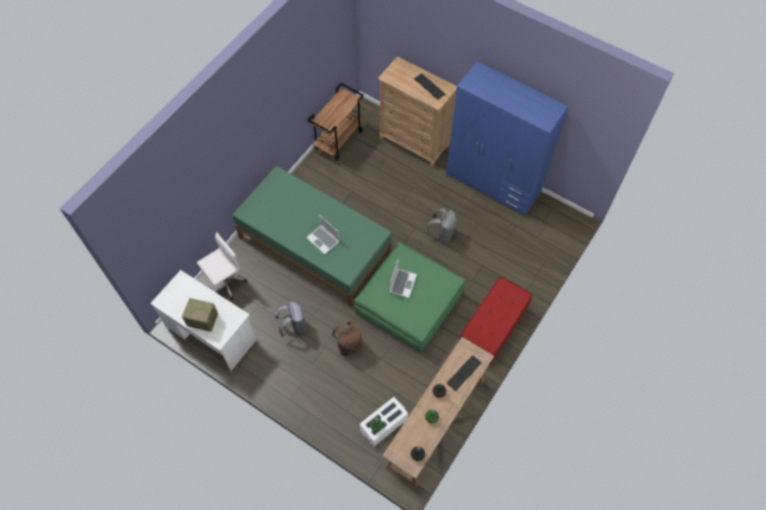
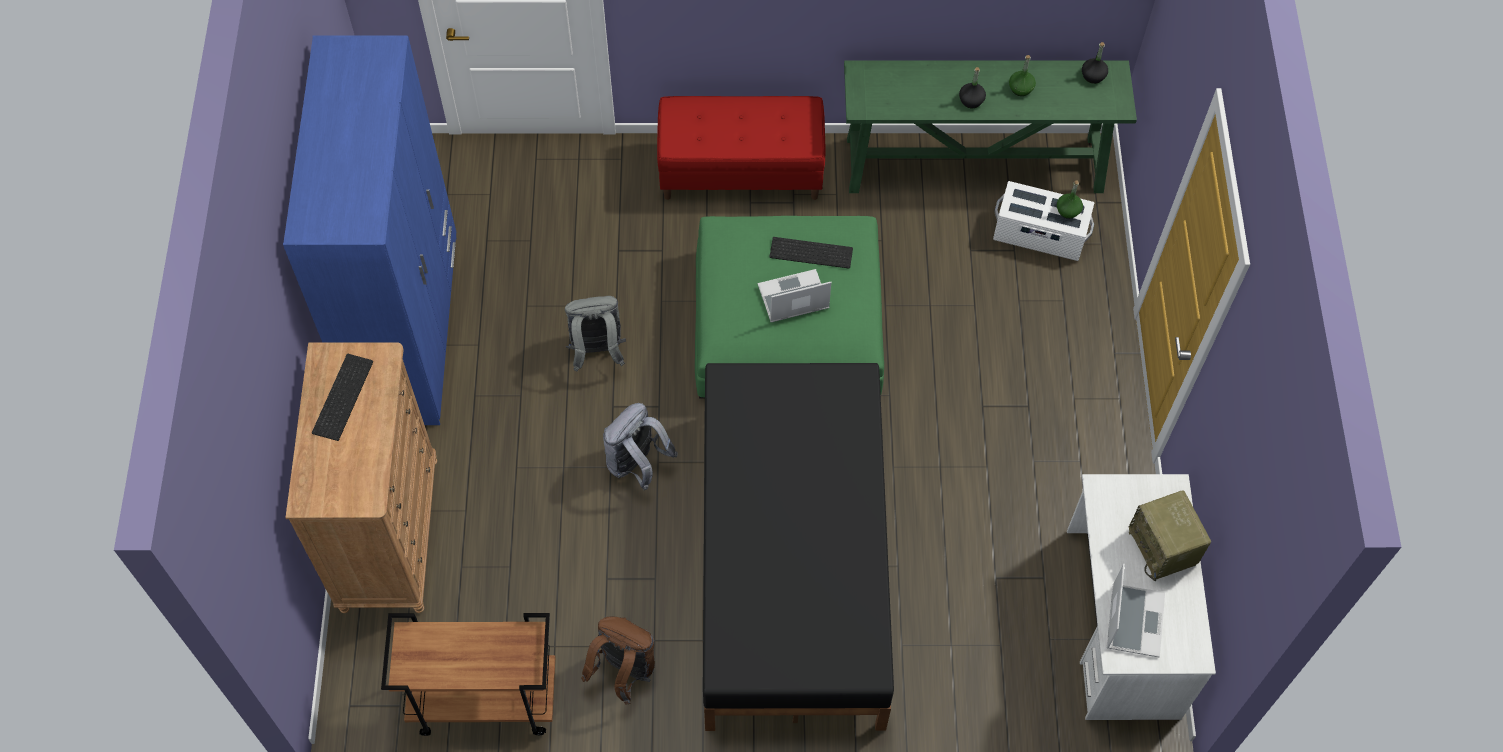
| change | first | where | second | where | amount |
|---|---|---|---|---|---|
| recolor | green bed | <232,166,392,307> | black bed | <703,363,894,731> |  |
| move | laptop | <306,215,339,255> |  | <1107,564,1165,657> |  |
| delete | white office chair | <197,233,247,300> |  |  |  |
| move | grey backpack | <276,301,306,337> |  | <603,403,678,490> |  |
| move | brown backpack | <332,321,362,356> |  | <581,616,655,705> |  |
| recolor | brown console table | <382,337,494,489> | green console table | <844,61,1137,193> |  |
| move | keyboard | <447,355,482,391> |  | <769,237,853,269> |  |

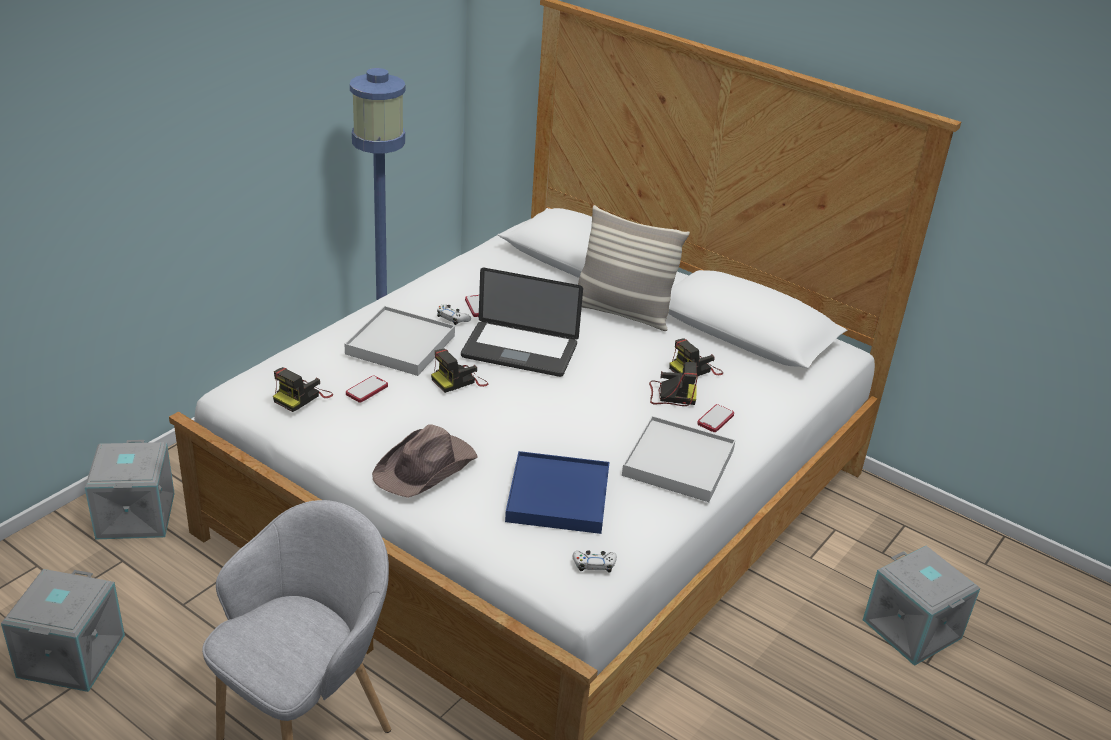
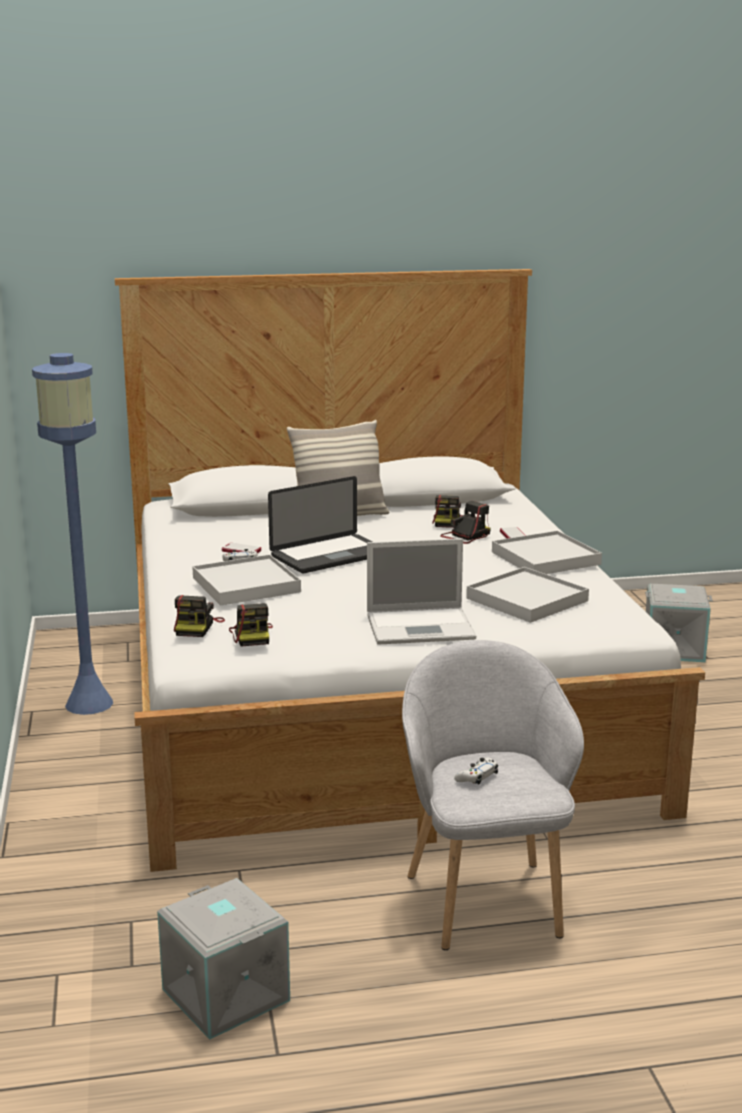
| change | first | where | second | where | amount |
|---|---|---|---|---|---|
| move | photo camera | <431,349,488,393> |  | <174,595,225,637> |  |
| delete | phone | <346,375,388,403> |  |  |  |
| replace | brown hat | <372,424,478,498> | laptop | <367,538,476,645> |  |
| delete | grey storage box | <85,440,175,539> |  |  |  |
| recolor | blue tray | <505,451,609,534> | white tray | <466,567,589,623> |  |
| move | white game controller | <573,550,617,573> |  | <454,757,498,785> |  |

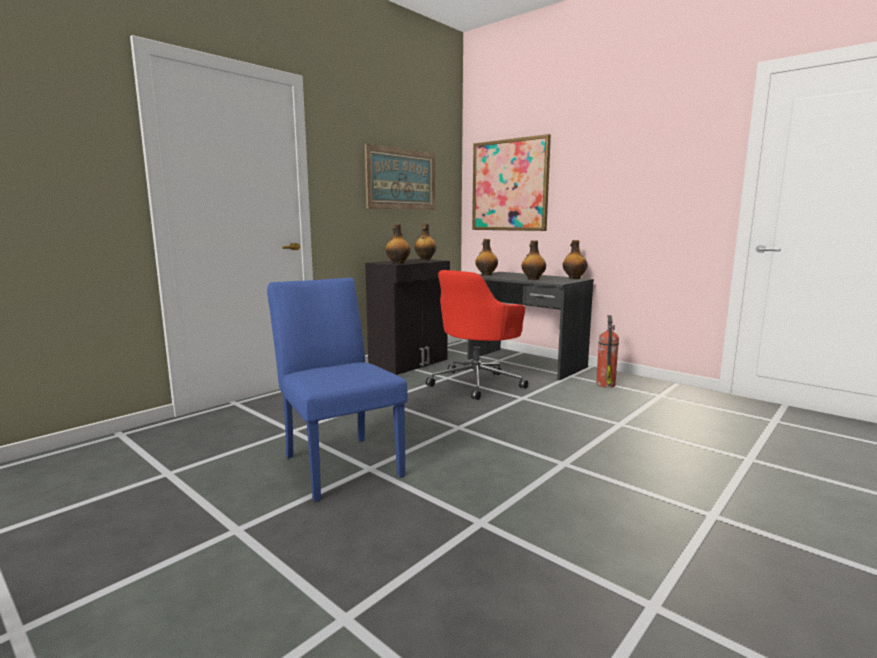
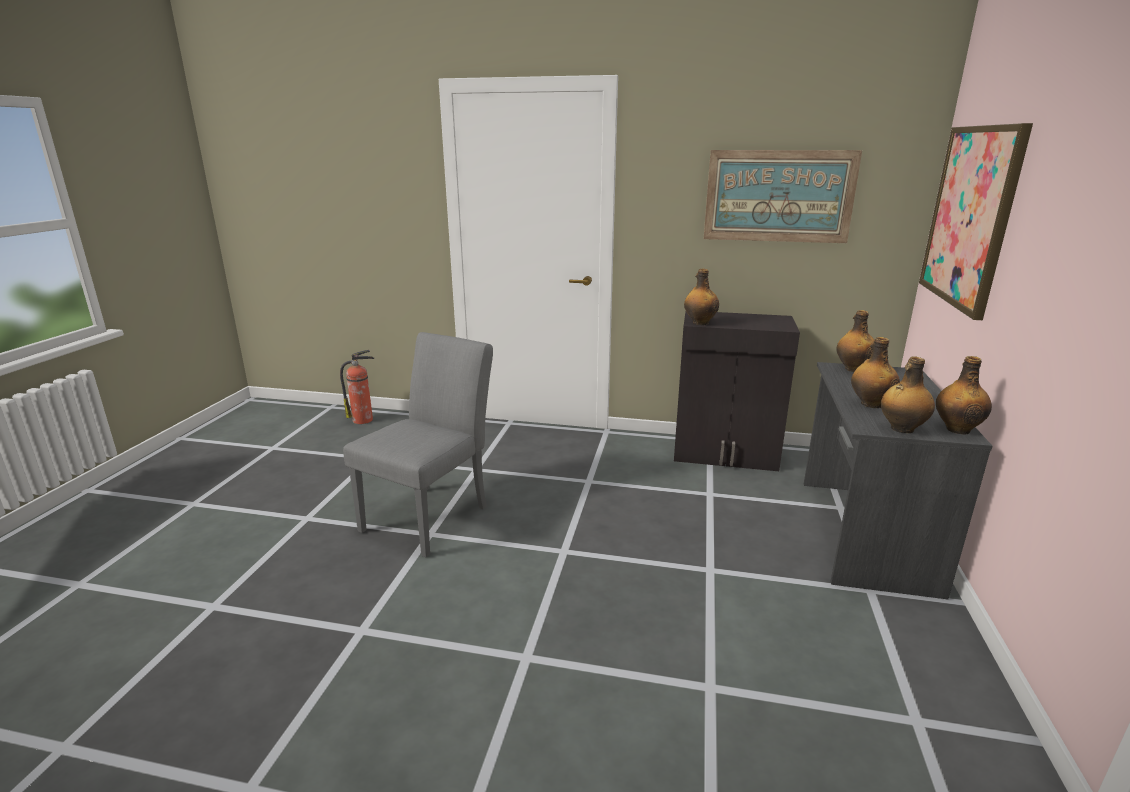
| change | first | where | second | where | amount |
|---|---|---|---|---|---|
| move | bottle | <414,223,437,260> |  | <881,357,935,433> |  |
| delete | red office chair | <426,270,528,400> |  |  |  |
| recolor | blue chair | <267,278,408,502> | grey chair | <343,332,493,557> |  |
| move | fire extinguisher | <596,315,619,388> |  | <340,350,374,424> |  |

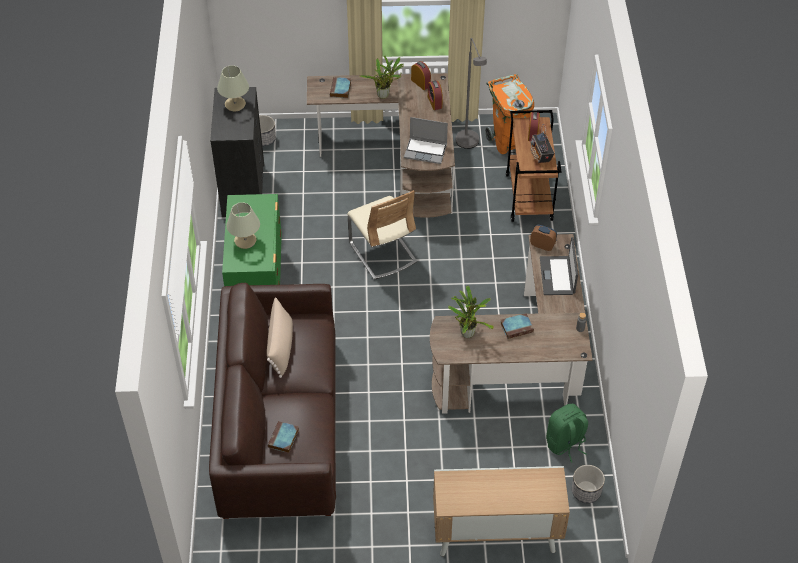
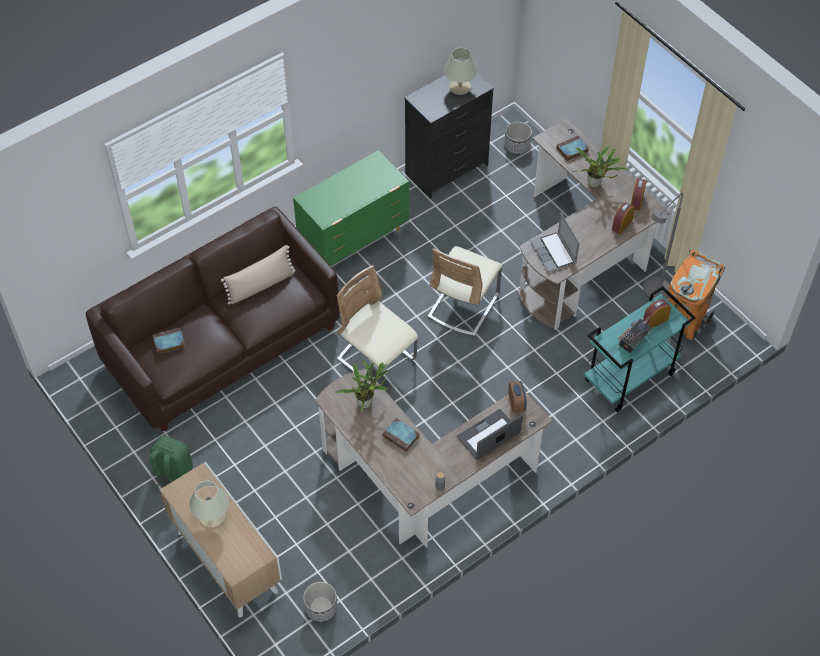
| change | first | where | second | where | amount |
|---|---|---|---|---|---|
| recolor | brown cart | <506,110,562,222> | turquoise cart | <584,286,696,412> |  |
| move | beige table lamp | <227,202,260,249> |  | <189,481,229,527> |  |
| move | green backpack | <546,404,588,463> |  | <149,436,193,489> |  |
| insert |  |  | beige chair | <337,265,418,386> |  |

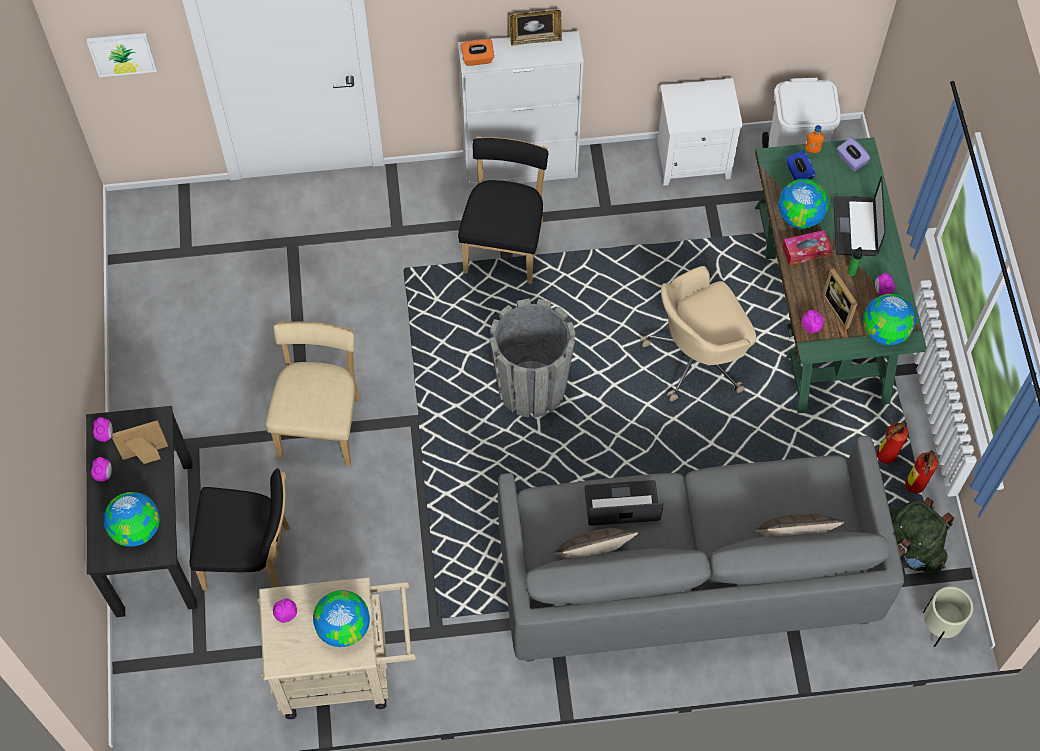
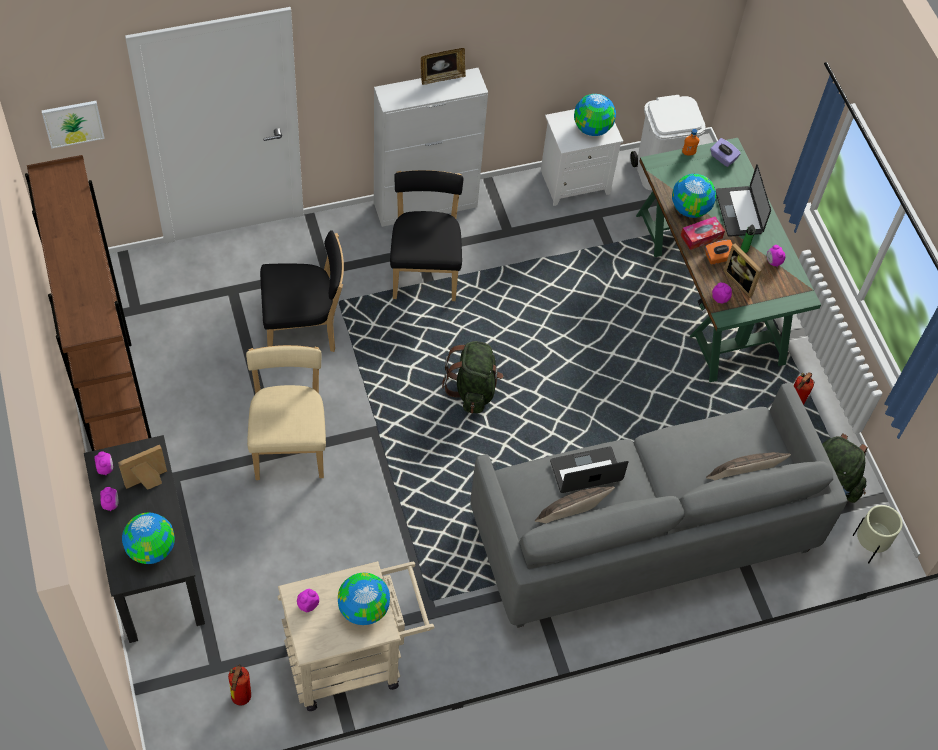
| change | first | where | second | where | amount |
|---|---|---|---|---|---|
| move | orange tissue box | <461,39,494,66> |  | <705,240,733,265> |  |
| delete | blue tissue box | <786,150,816,180> |  |  |  |
| delete | beige office chair | <640,266,757,401> |  |  |  |
| move | globe | <863,294,916,345> |  | <574,94,616,136> |  |
| replace | grey planter | <489,298,575,418> | green backpack | <442,341,503,413> |  |
| move | fire extinguisher | <905,450,941,494> |  | <228,664,251,705> |  |
| move | black chair | <190,468,290,590> |  | <260,230,344,352> |  |
| insert |  |  | brown bookcase | <25,155,152,451> |  |

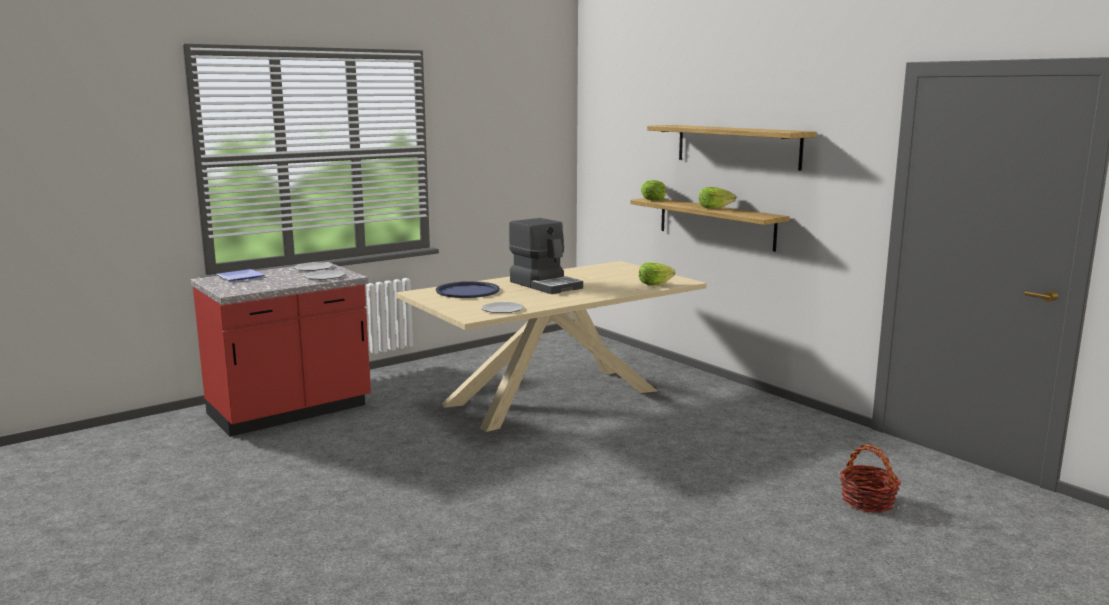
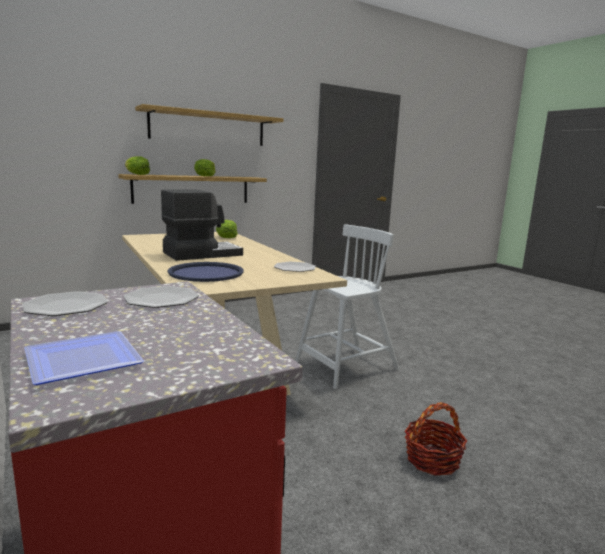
| change | first | where | second | where | amount |
|---|---|---|---|---|---|
| move | basket | <840,444,901,513> |  | <405,402,467,475> |  |
| insert |  |  | white chair | <296,224,399,389> |  |

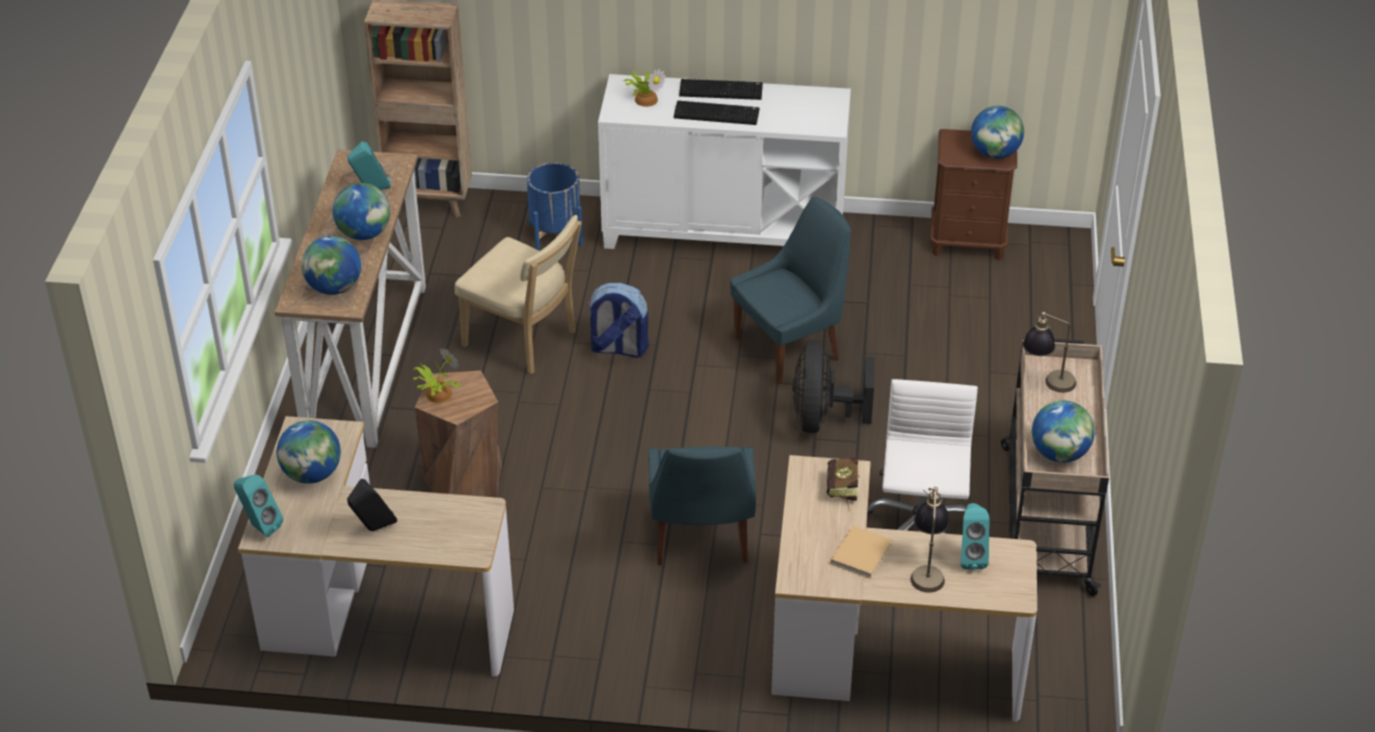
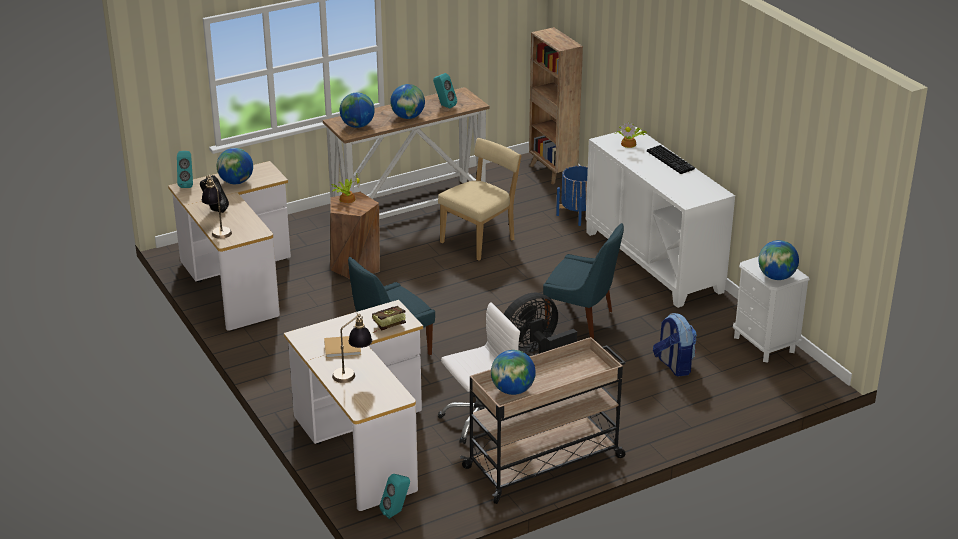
| change | first | where | second | where | amount |
|---|---|---|---|---|---|
| delete | keyboard | <674,101,759,125> |  |  |  |
| recolor | brown nightstand | <930,129,1017,260> | white nightstand | <733,256,810,363> |  |
| rotate | beige chair | <455,215,582,374> |  | <438,138,521,261> | 135 degrees counterclockwise |
| move | backpack | <587,283,649,358> |  | <653,313,697,376> |  |
| move | table lamp | <1023,312,1076,393> |  | <202,175,232,239> |  |
| move | turquoise speaker | <961,503,990,570> |  | <379,474,410,519> |  |

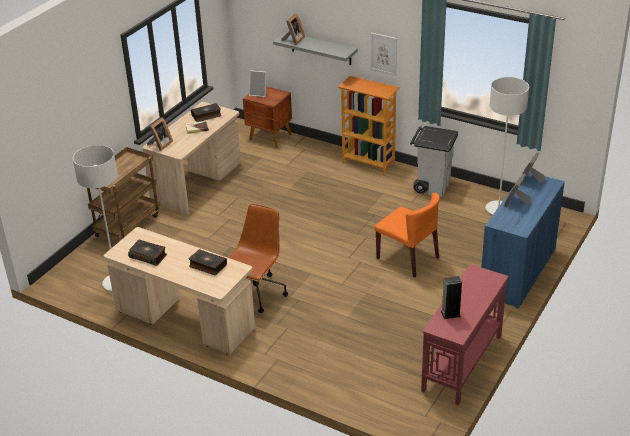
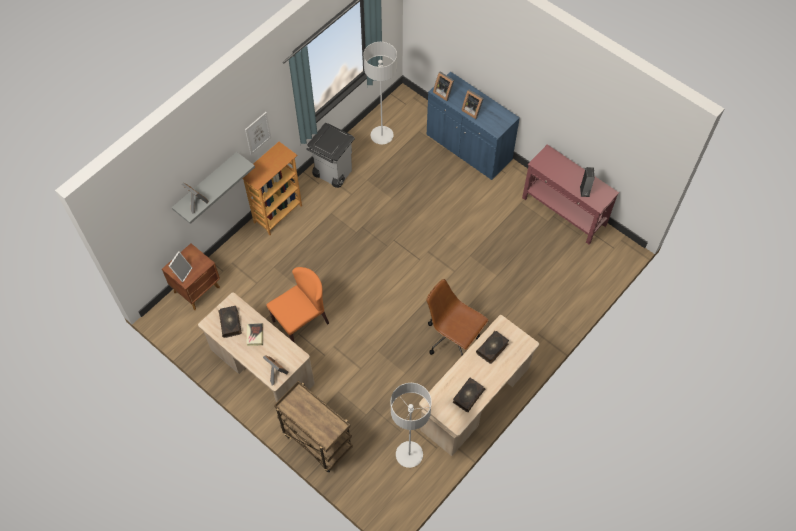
| change | first | where | second | where | amount |
|---|---|---|---|---|---|
| move | orange chair | <375,193,440,277> |  | <266,267,329,343> |  |

